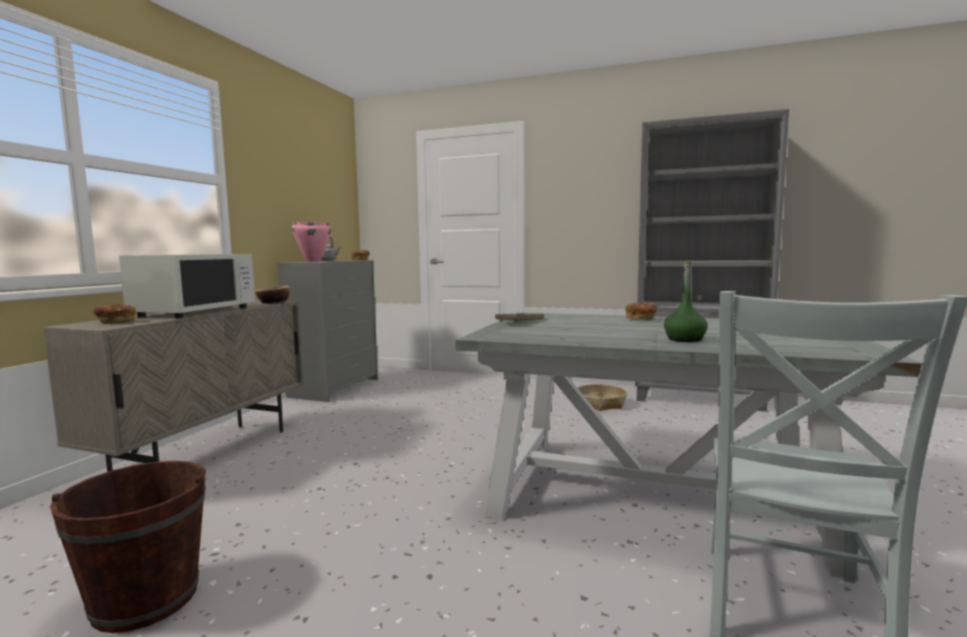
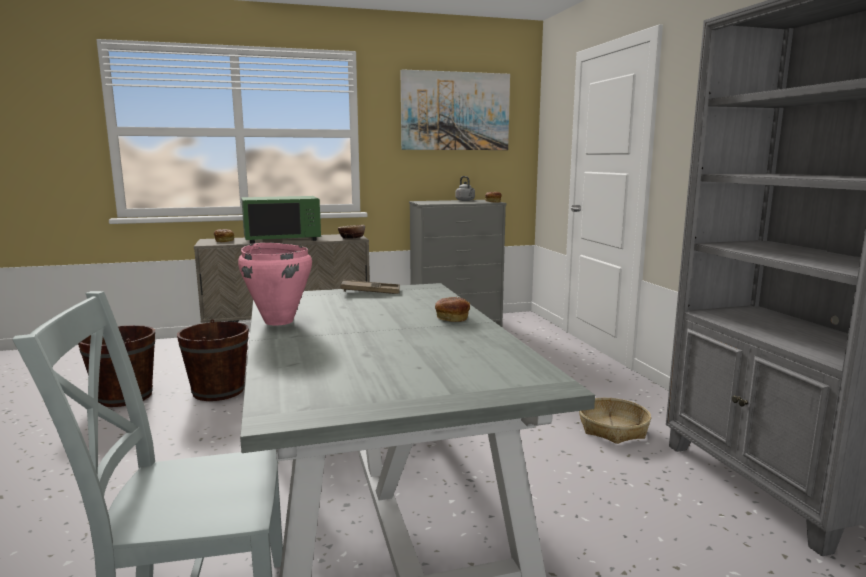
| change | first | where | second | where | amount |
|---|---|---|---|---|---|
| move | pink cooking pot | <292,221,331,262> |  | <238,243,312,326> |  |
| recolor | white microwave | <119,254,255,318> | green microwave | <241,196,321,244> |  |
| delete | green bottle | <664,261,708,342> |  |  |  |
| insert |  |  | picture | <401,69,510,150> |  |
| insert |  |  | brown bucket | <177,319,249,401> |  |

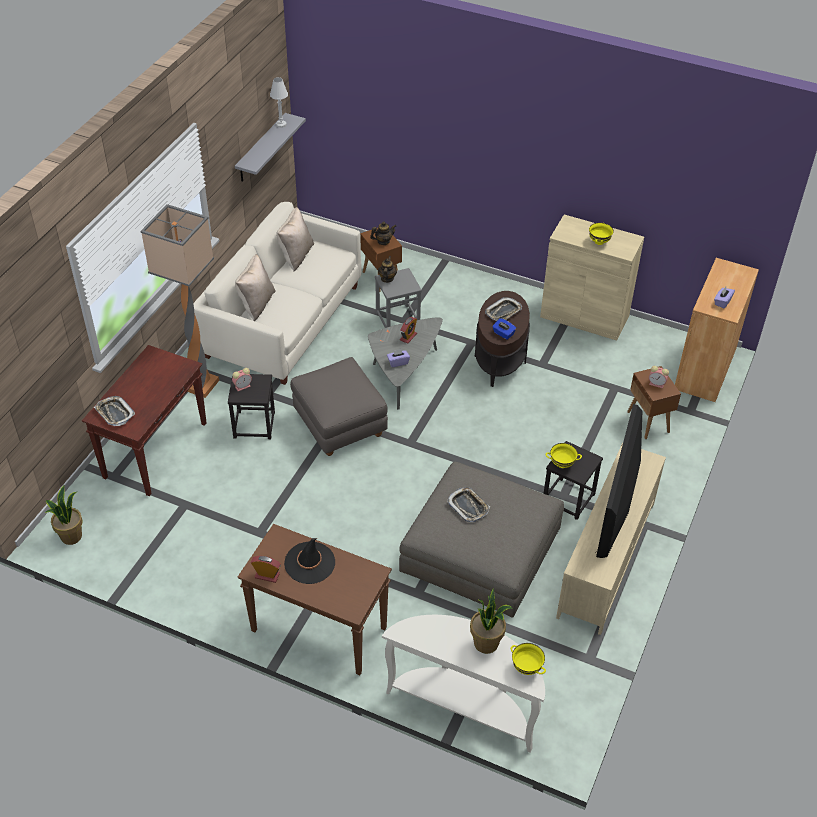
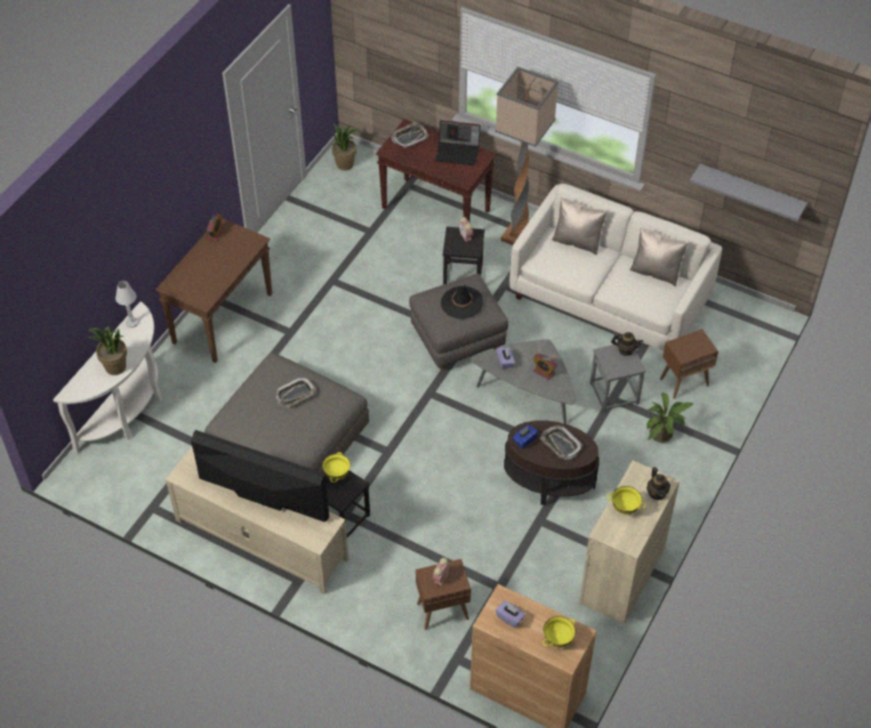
| change | first | where | second | where | amount |
|---|---|---|---|---|---|
| move | white table lamp | <270,77,288,128> |  | <115,281,138,328> |  |
| move | teapot | <370,222,396,245> |  | <647,467,670,500> |  |
| move | black hat | <284,538,335,584> |  | <441,285,483,319> |  |
| move | yellow bowl | <511,643,546,675> |  | <543,616,575,648> |  |
| insert |  |  | laptop | <435,120,480,165> |  |
| insert |  |  | potted plant | <647,392,694,443> |  |

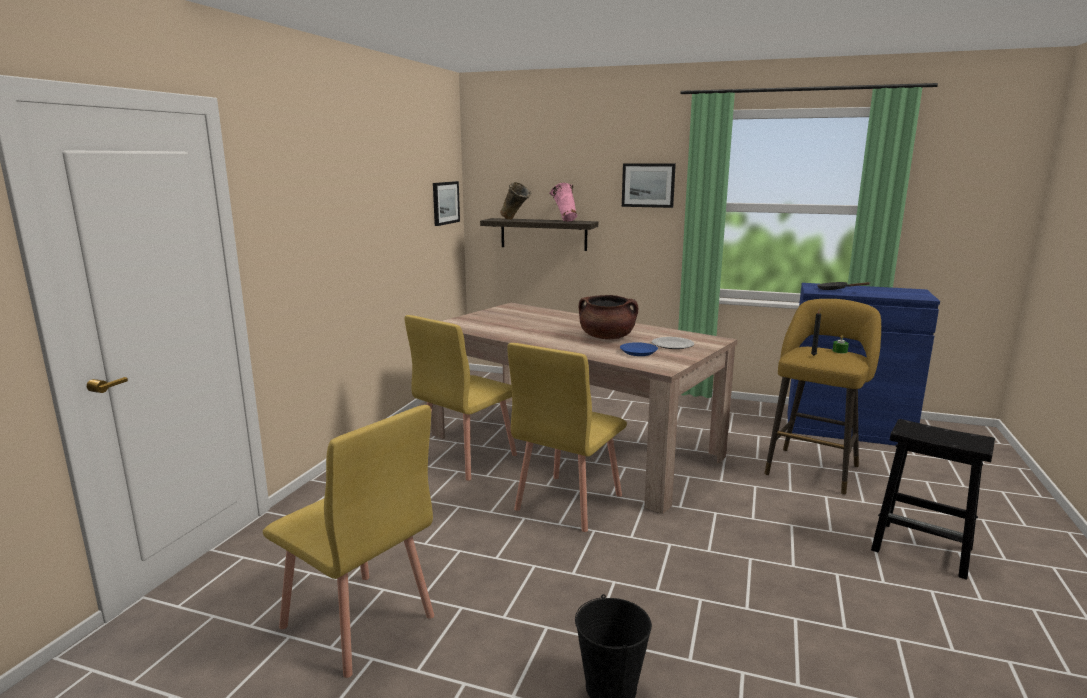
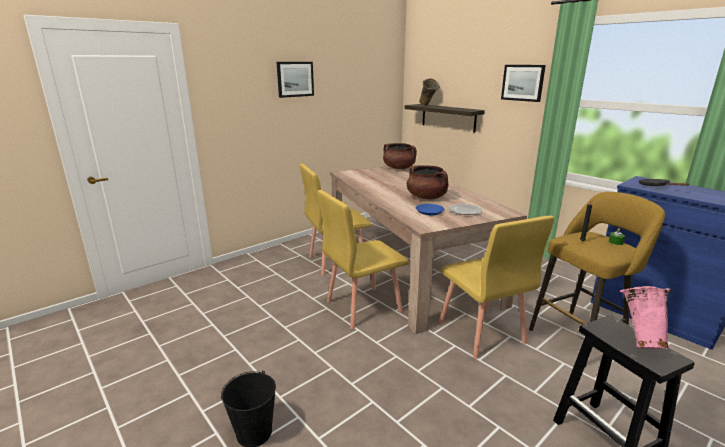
| change | first | where | second | where | amount |
|---|---|---|---|---|---|
| move | picture | <433,181,460,226> |  | <276,62,314,98> |  |
| move | pink vase | <549,183,577,222> |  | <620,286,671,349> |  |
| move | yellow chair | <263,405,434,678> |  | <438,216,554,359> |  |
| insert |  |  | brown cooking pot | <383,143,417,169> |  |

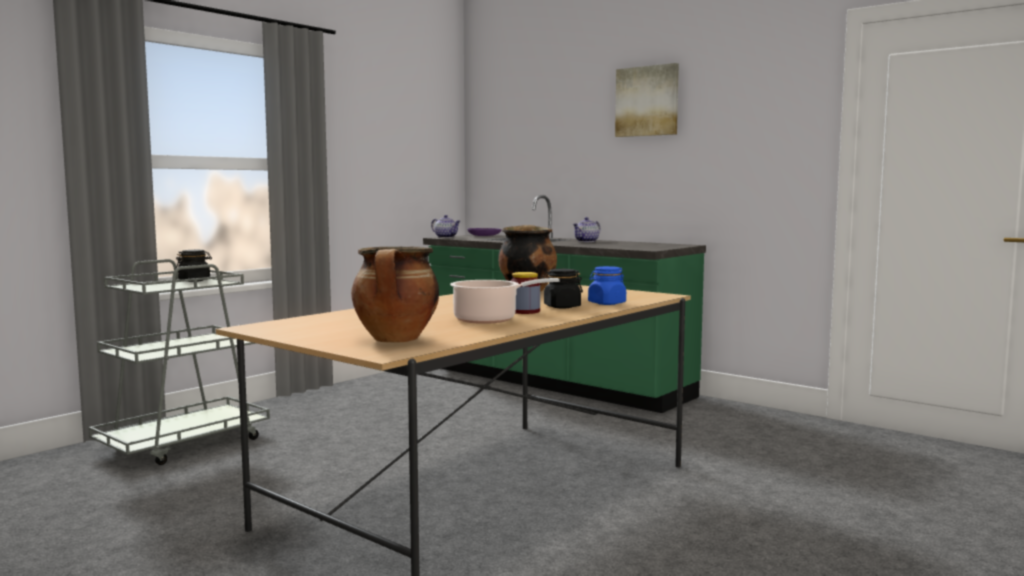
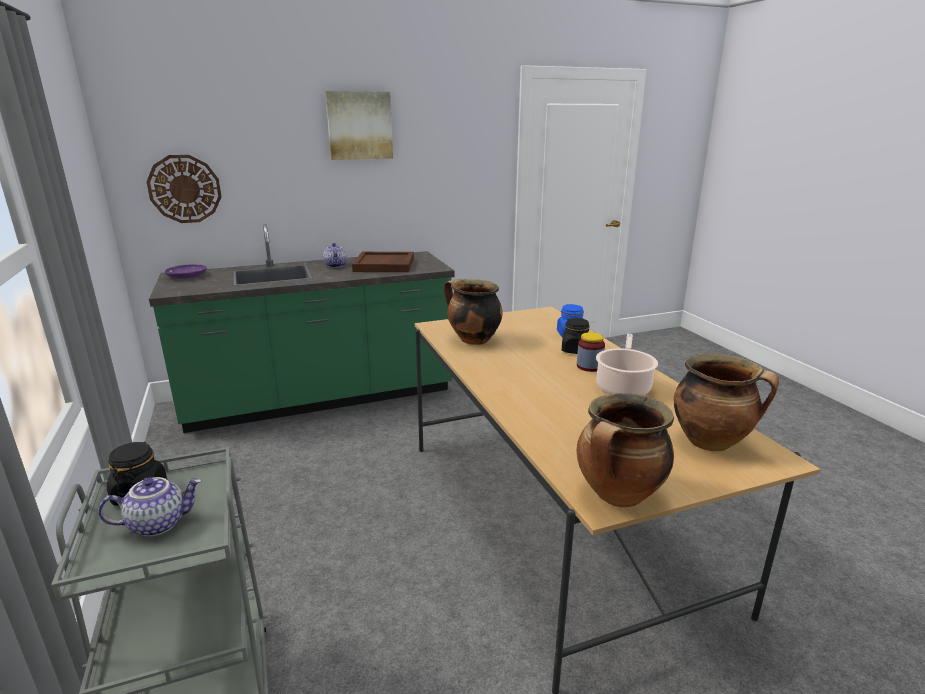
| change | first | where | second | where | amount |
|---|---|---|---|---|---|
| move | teapot | <431,215,460,238> |  | <98,477,202,537> |  |
| insert |  |  | wall clock | <146,155,222,223> |  |
| insert |  |  | brown tray | <352,252,414,272> |  |
| insert |  |  | cooking pot | <577,393,674,507> |  |

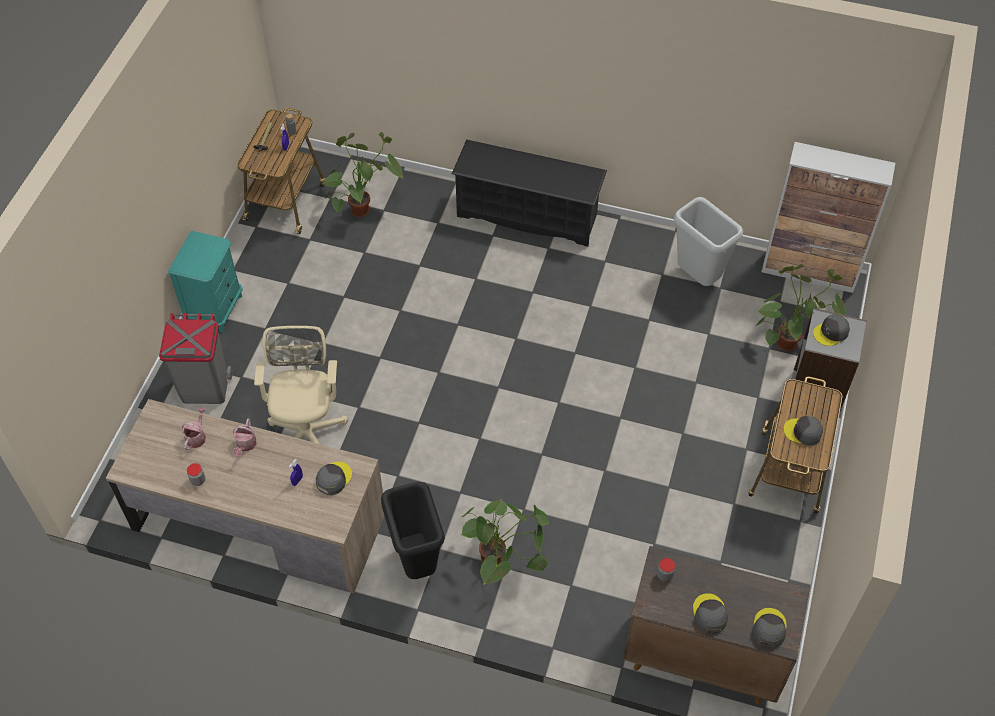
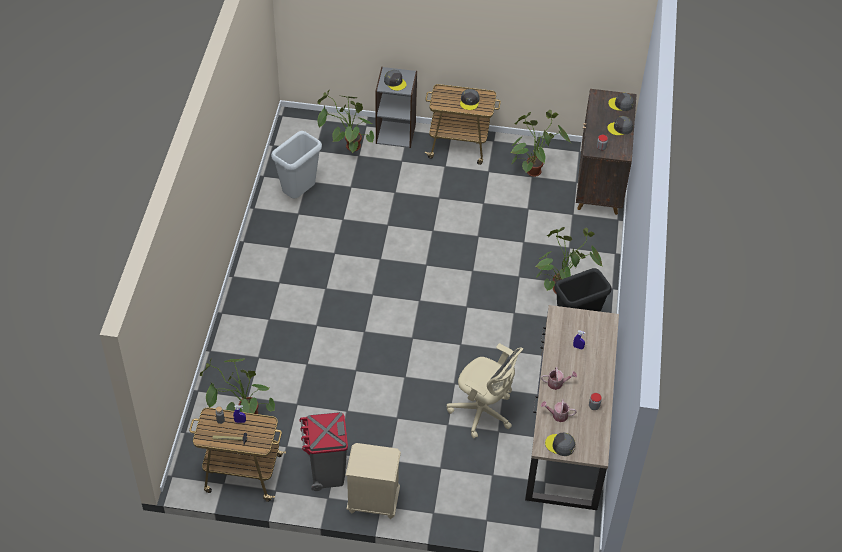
| change | first | where | second | where | amount |
|---|---|---|---|---|---|
| delete | black shoe rack | <452,139,607,247> |  |  |  |
| delete | cabinet | <762,142,895,293> |  |  |  |
| recolor | turquoise nightstand | <168,231,243,332> | beige nightstand | <345,443,401,519> |  |
| move | grey trash can | <159,313,233,404> |  | <300,412,348,491> |  |
| rotate | beige office chair | <254,326,349,444> |  | <447,343,523,438> | 135 degrees counterclockwise |
| move | grey cap | <316,462,352,495> |  | <545,433,575,456> |  |
| insert |  |  | potted plant | <510,110,571,177> |  |

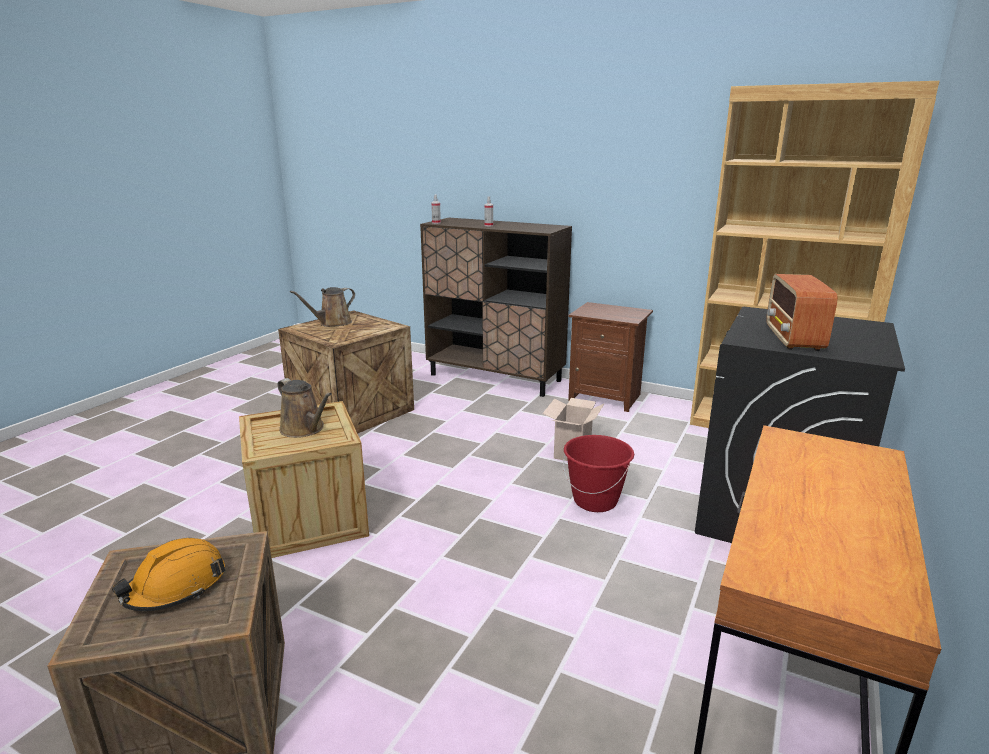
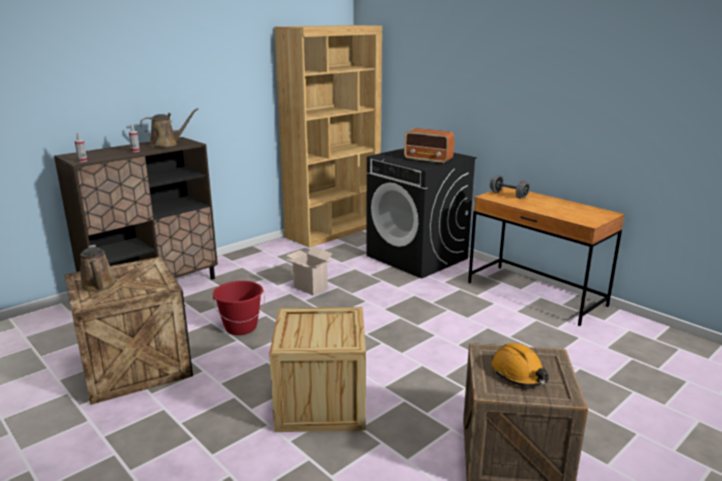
| change | first | where | second | where | amount |
|---|---|---|---|---|---|
| delete | brown nightstand | <568,302,653,412> |  |  |  |
| move | brown watering can | <278,378,332,438> |  | <140,108,198,147> |  |
| move | red bucket | <563,435,634,512> |  | <212,281,265,335> |  |
| insert |  |  | grey dumbbell | <490,175,530,198> |  |

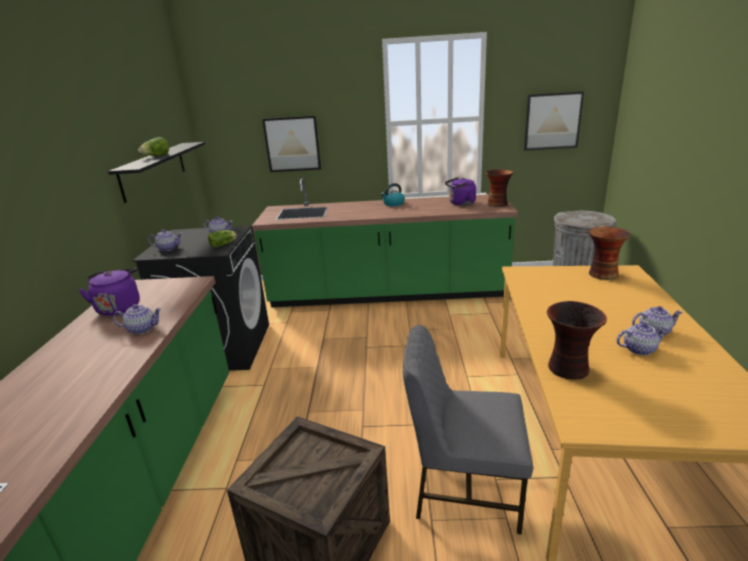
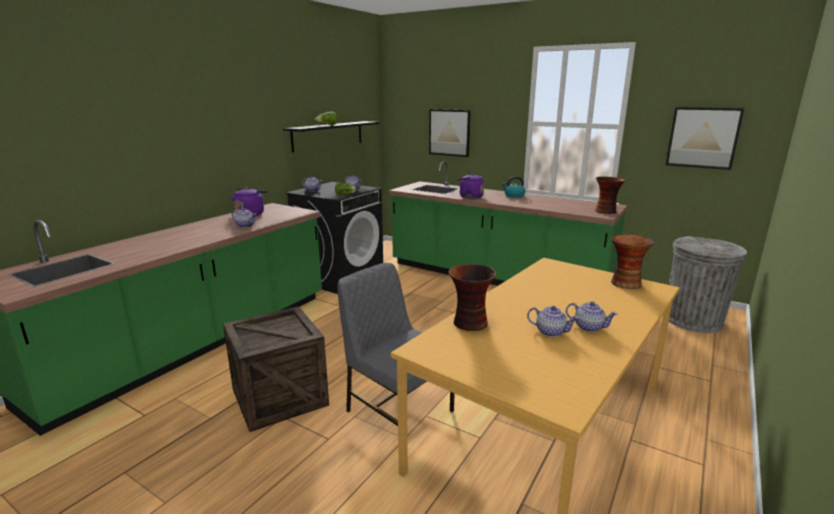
| change | first | where | second | where | amount |
|---|---|---|---|---|---|
| move | purple kettle | <445,177,476,206> |  | <457,173,484,199> |  |

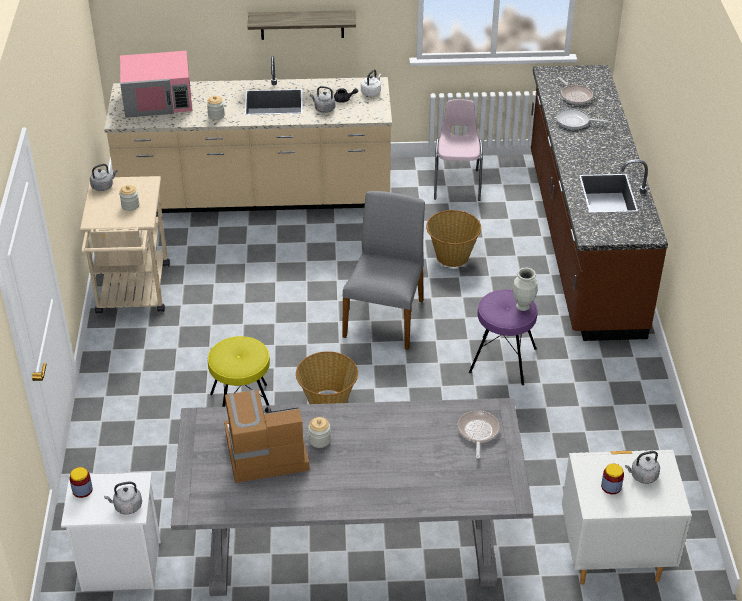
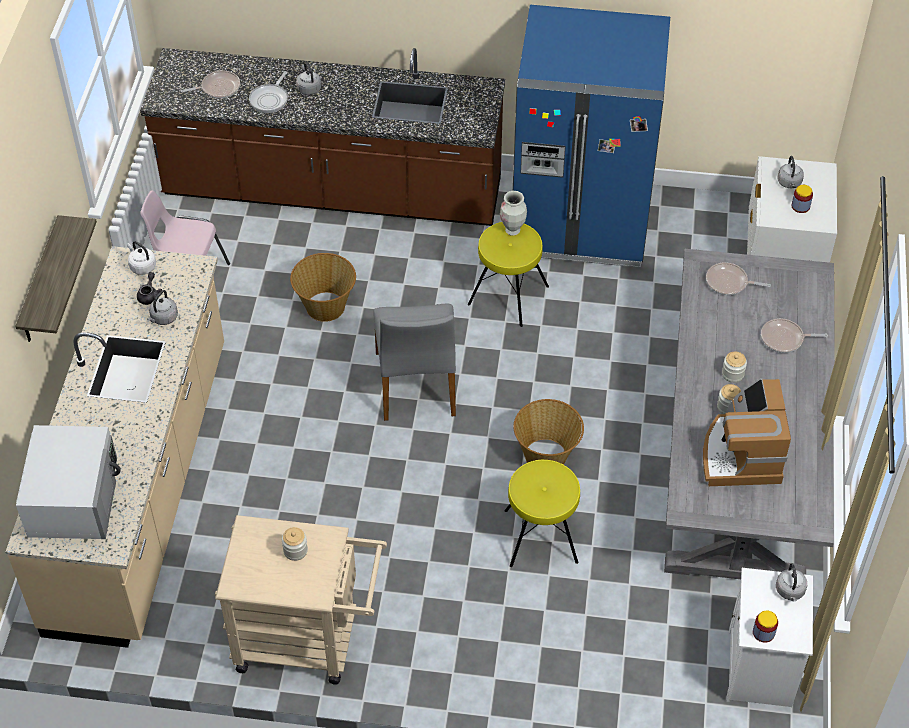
| change | first | where | second | where | amount |
|---|---|---|---|---|---|
| recolor | pink microwave | <120,51,192,118> | white microwave | <16,425,121,539> |  |
| move | jar | <207,96,225,120> |  | <722,351,747,383> |  |
| move | grey kettle | <90,164,117,191> |  | <296,63,321,95> |  |
| rotate | grey chair | <342,191,425,350> |  | <373,303,456,421> | 120 degrees counterclockwise |
| recolor | purple stool | <469,290,537,386> | yellow stool | <468,222,549,327> |  |
| insert |  |  | blue fridge | <513,5,670,268> |  |
| insert |  |  | frying pan | <761,318,828,353> |  |

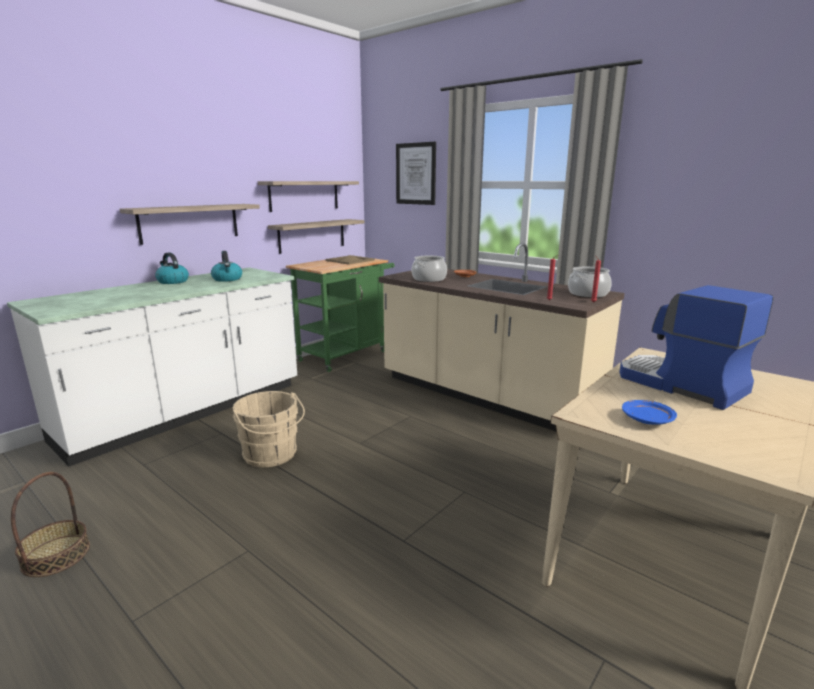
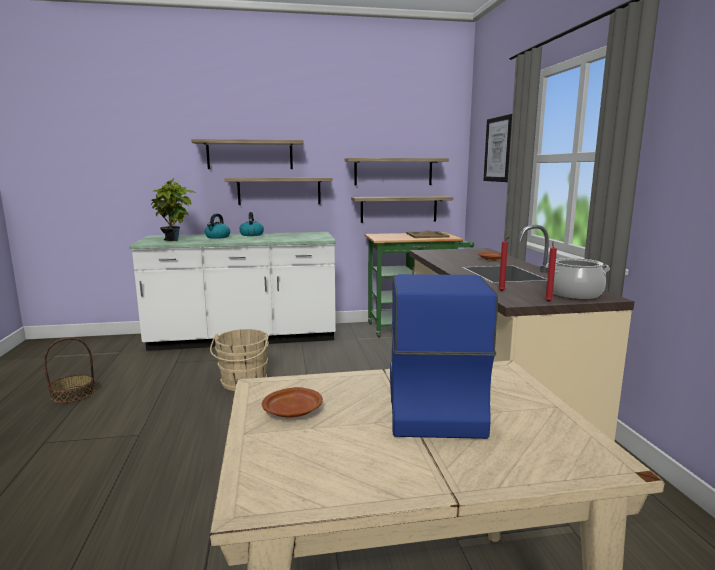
| change | first | where | second | where | amount |
|---|---|---|---|---|---|
| move | kettle | <211,251,242,282> |  | <205,214,230,239> |  |
| delete | cooking pot | <412,256,447,282> |  |  |  |
| recolor | blue plate | <622,400,677,425> | brown plate | <262,387,323,418> |  |
| insert |  |  | shelf | <191,139,304,169> |  |
| insert |  |  | potted plant | <151,178,195,241> |  |

